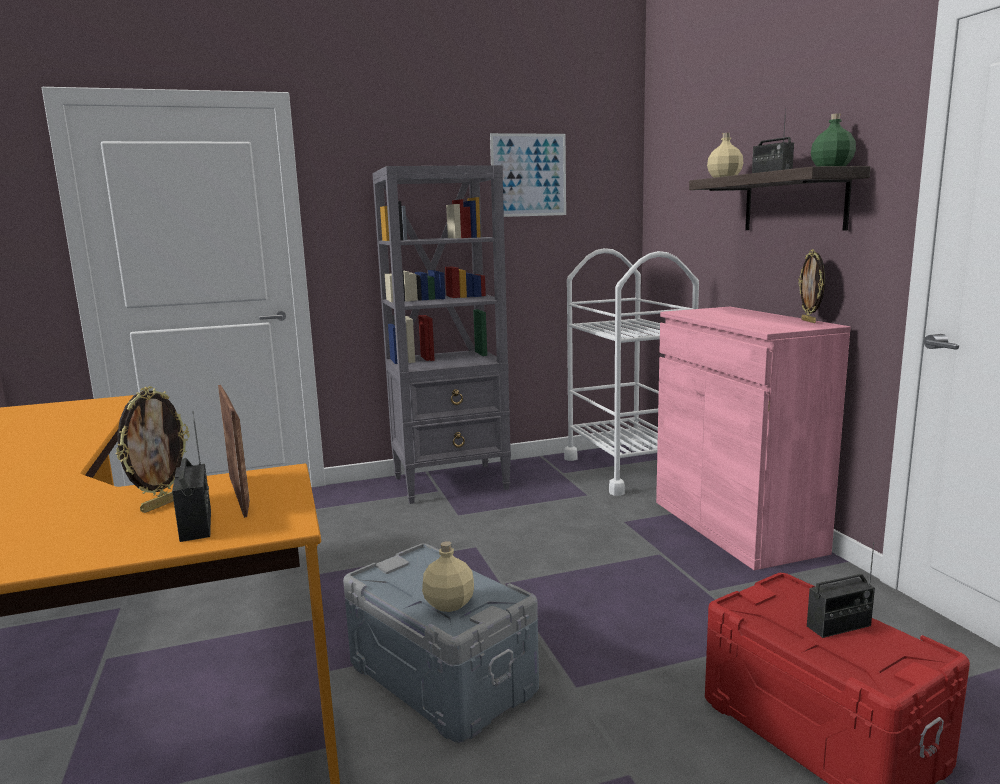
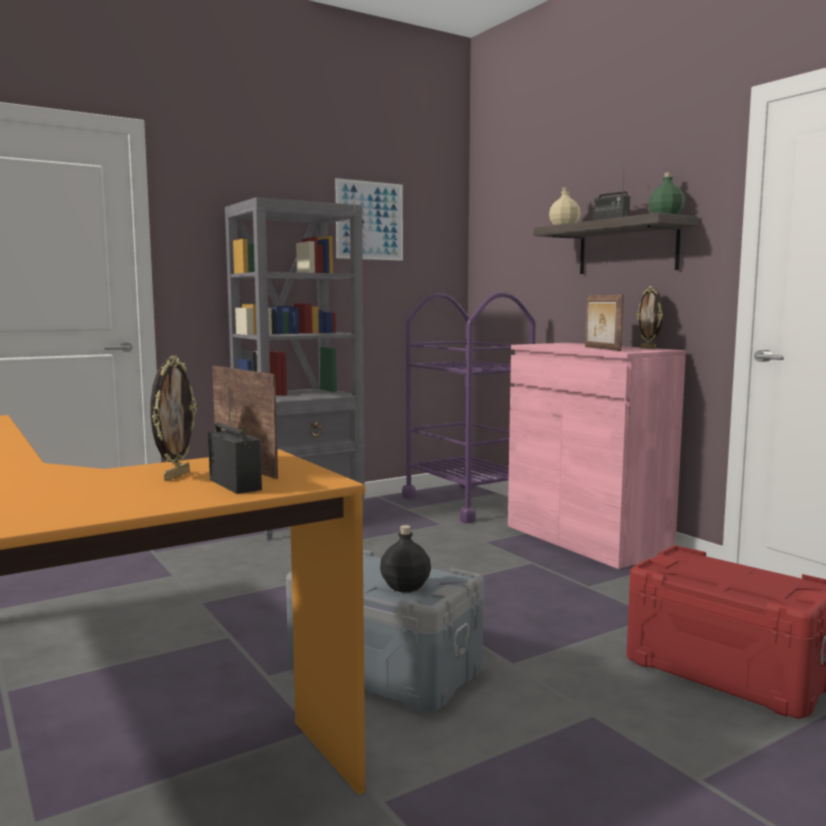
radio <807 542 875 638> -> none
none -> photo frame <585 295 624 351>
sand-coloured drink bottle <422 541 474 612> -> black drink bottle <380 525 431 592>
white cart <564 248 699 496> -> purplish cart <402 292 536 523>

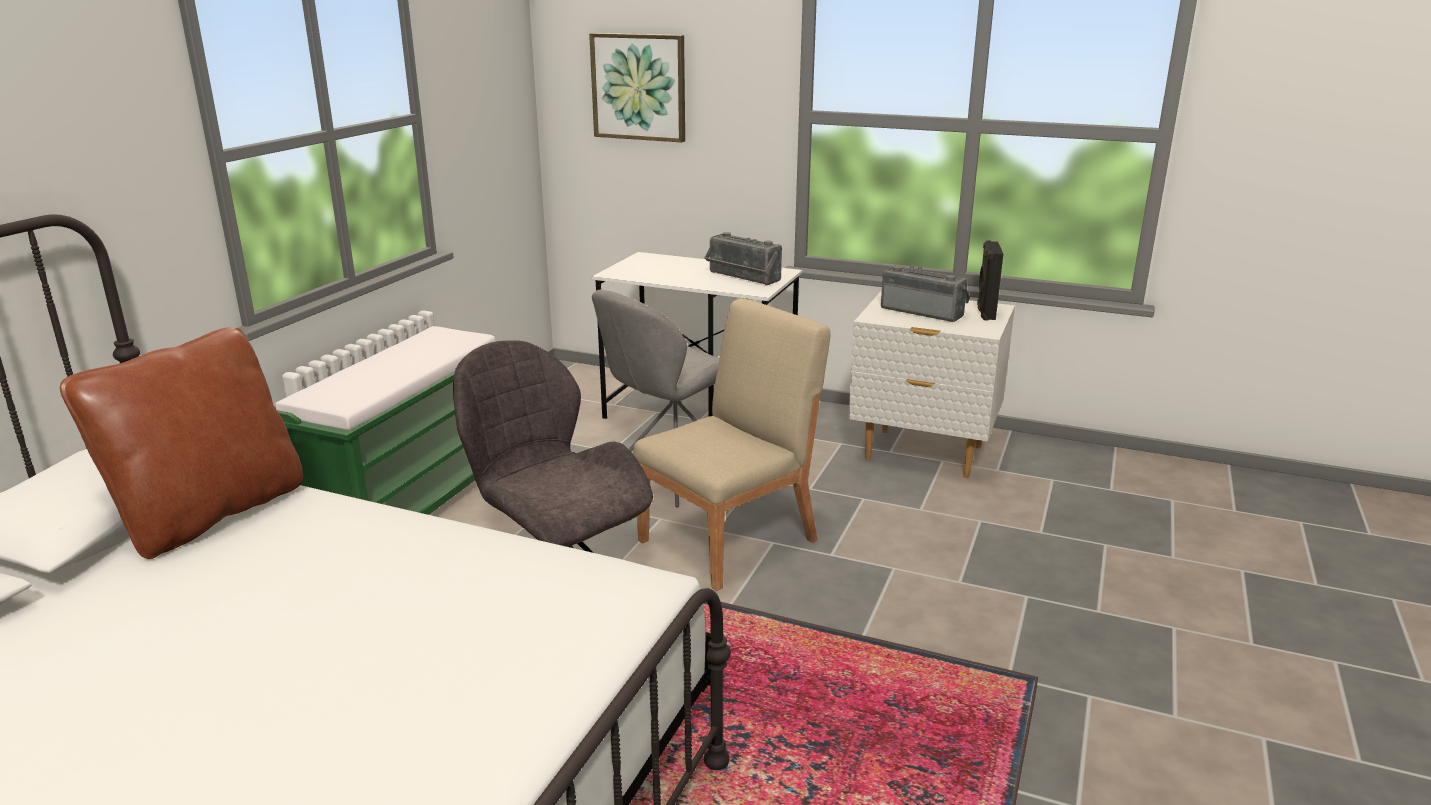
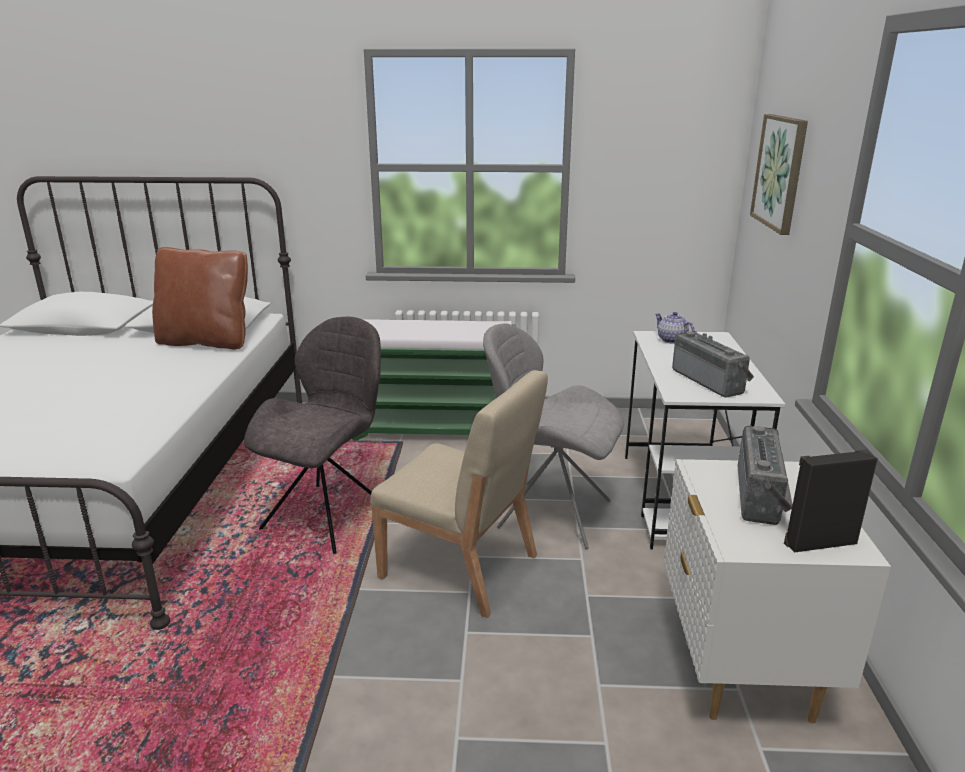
none -> tea pot <655 312 695 344>
radio <704 232 782 285> -> radio <672 331 754 397>, 135 degrees clockwise

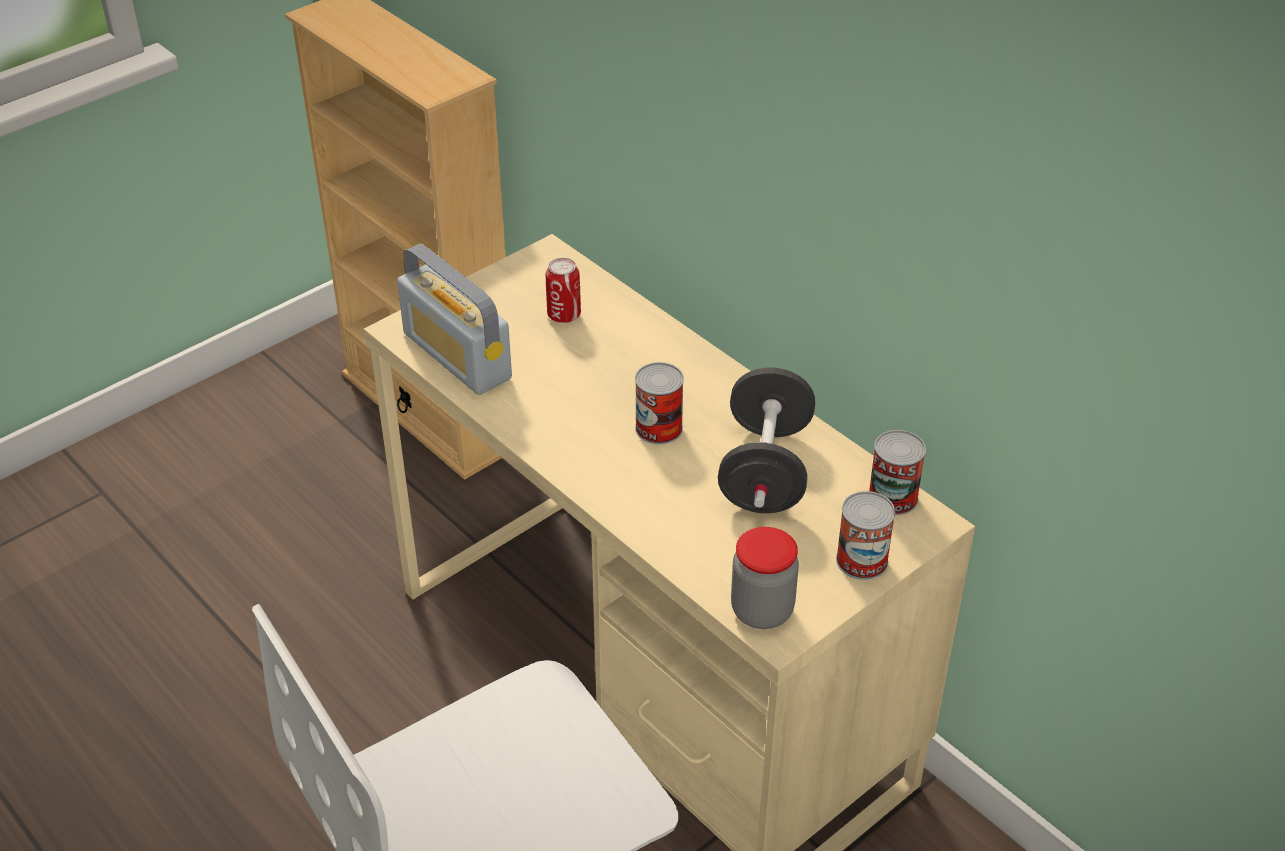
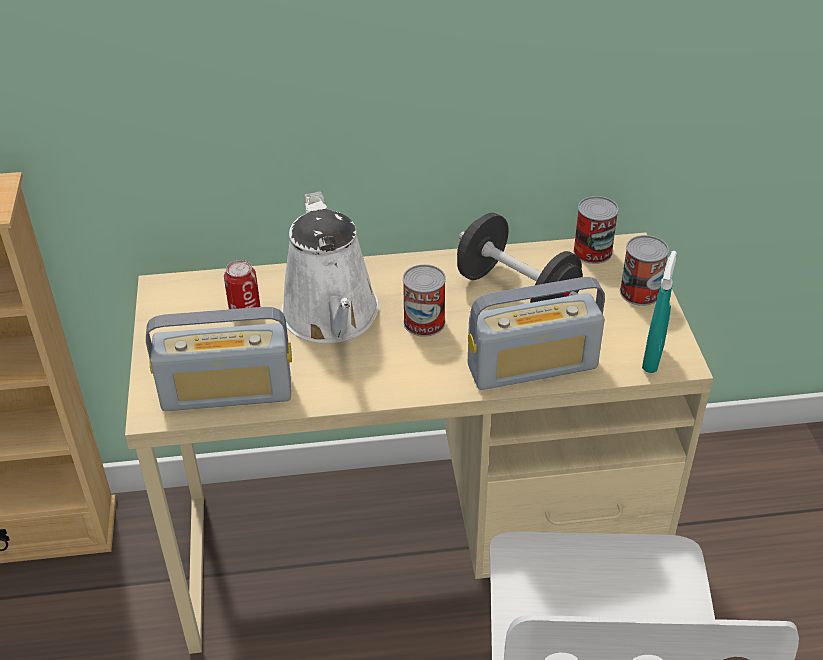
none -> white watering can <281 191 379 343>
none -> radio <468 277 605 390>
preserve jar <731 527 799 629> -> blue-green hand sprayer <642 251 677 373>

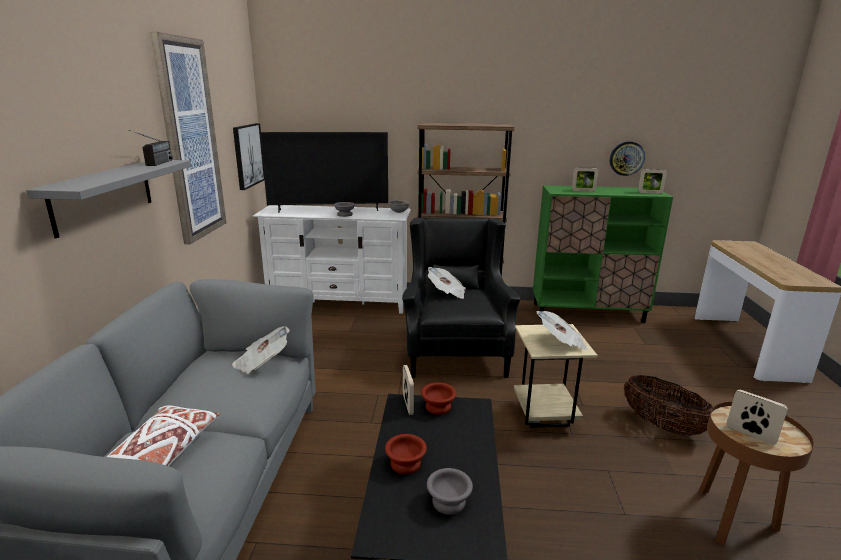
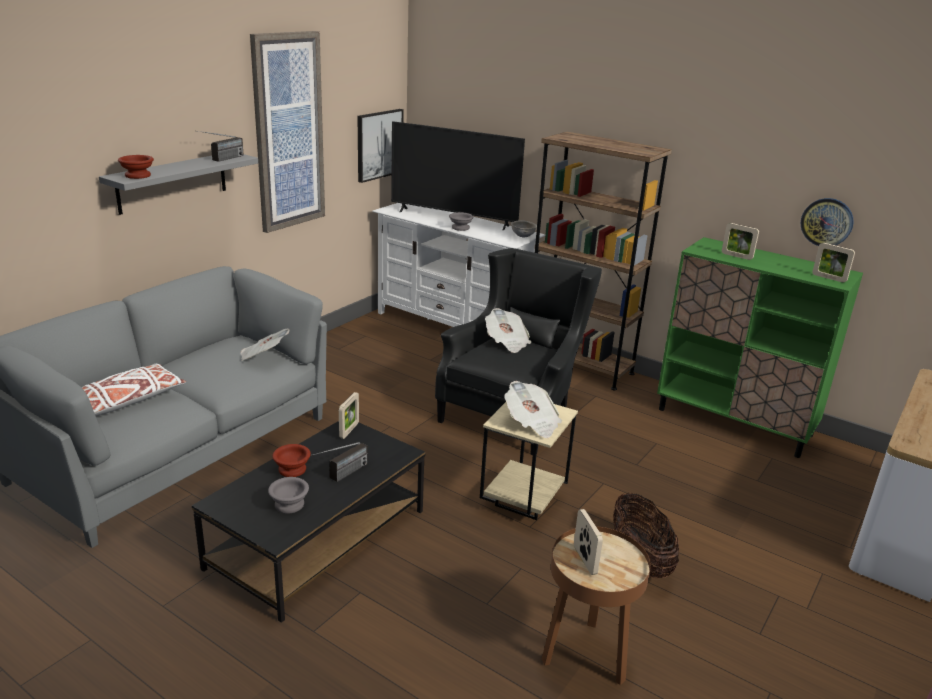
none -> radio <311 442 368 482>
brown-coloured serving bowl <421 382 456 415> -> brown-coloured serving bowl <118 155 154 179>, moved

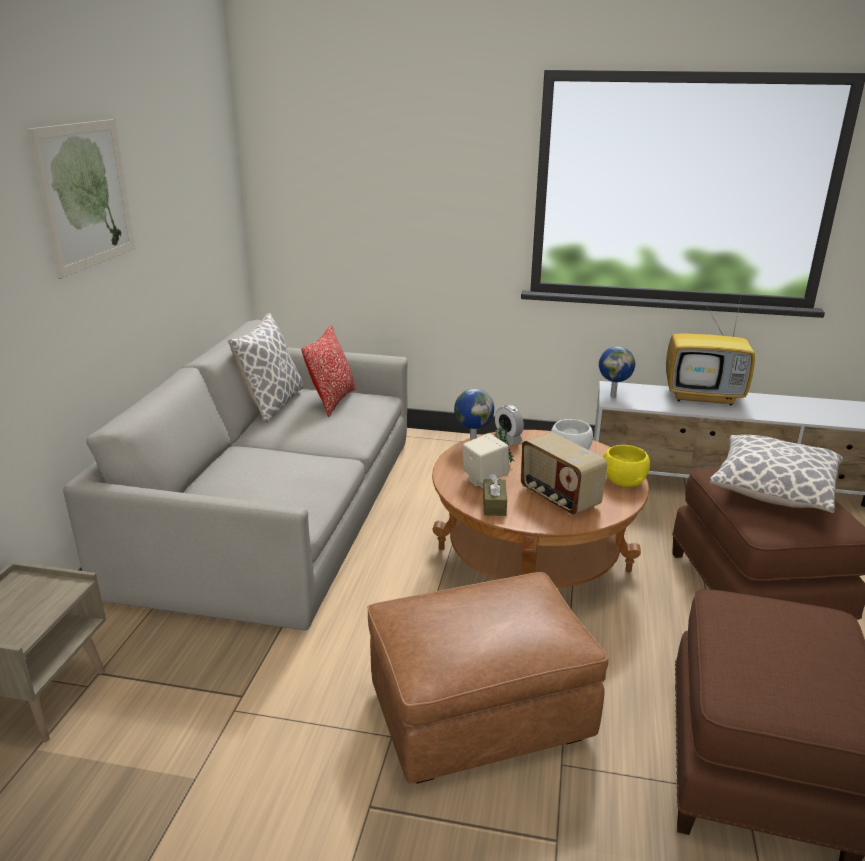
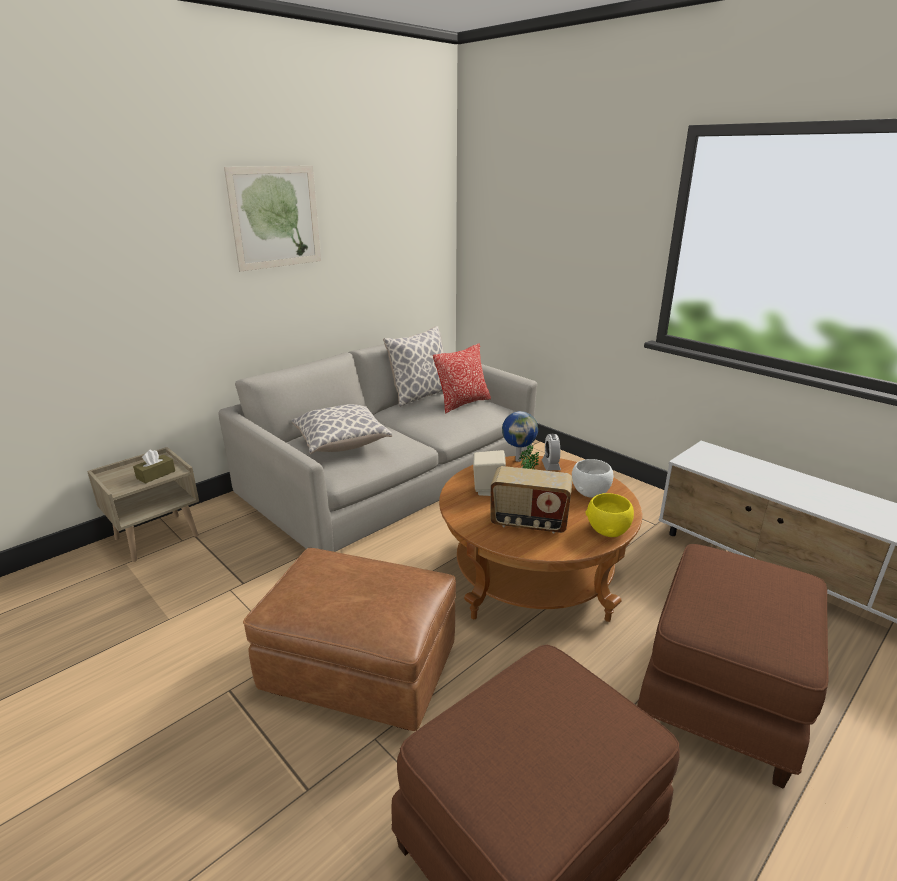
globe <599 346 635 397> -> none
TV set <666 297 755 406> -> none
brown-coloured tissue holder <483 473 507 516> -> brown-coloured tissue holder <133 449 175 484>, moved
cushion <709 435 843 513> -> cushion <292 404 392 454>, moved
radio <521 432 607 515> -> radio <490 466 573 534>, 75 degrees counterclockwise

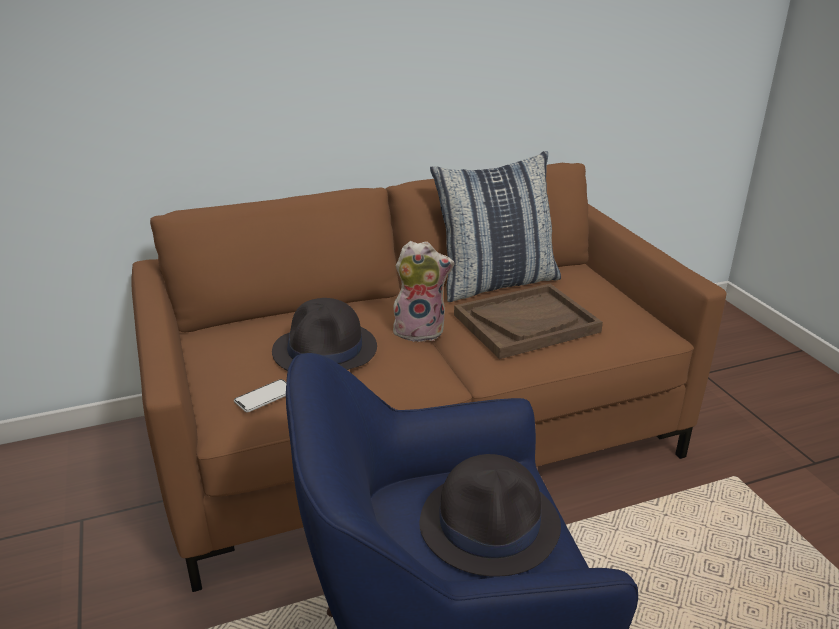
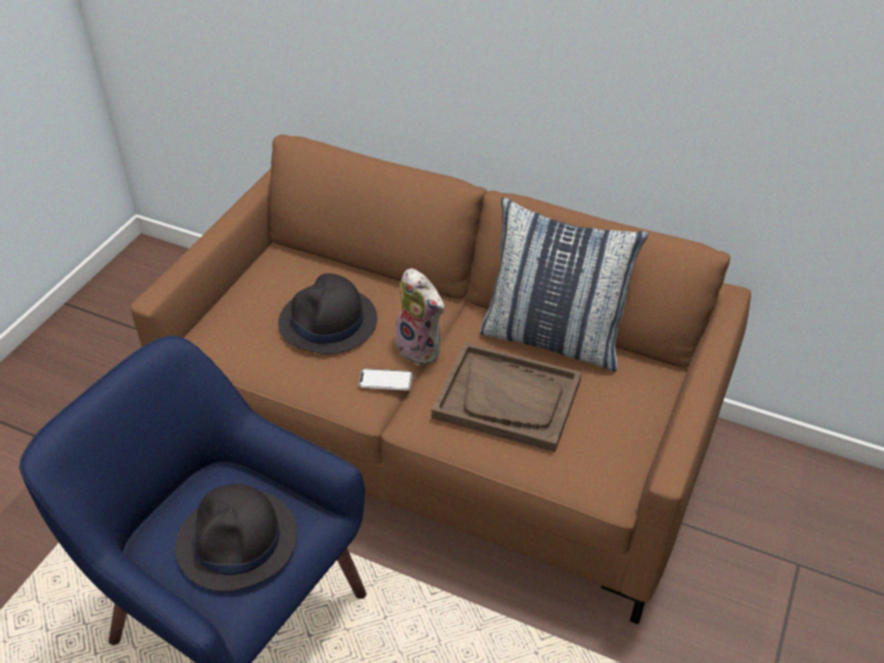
telephone <234 379 286 412> -> telephone <359 368 413 391>, moved

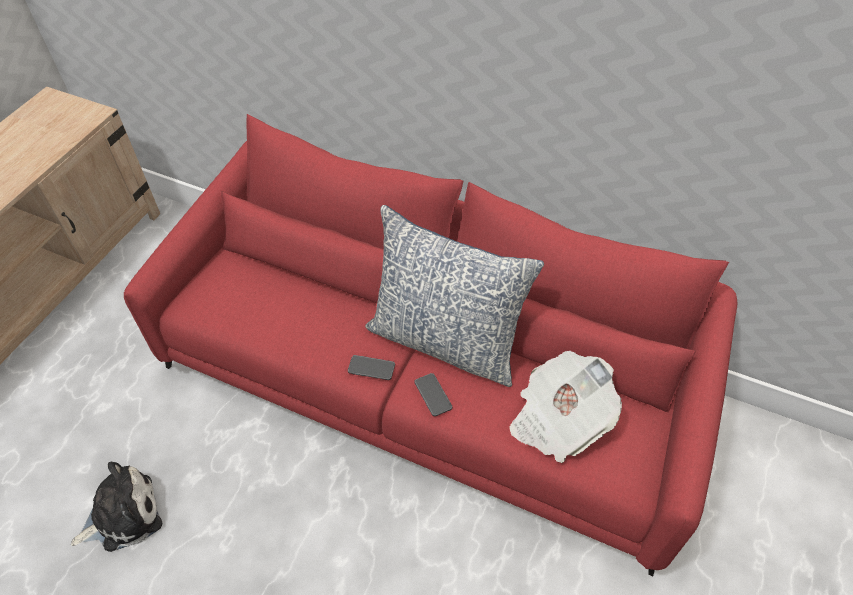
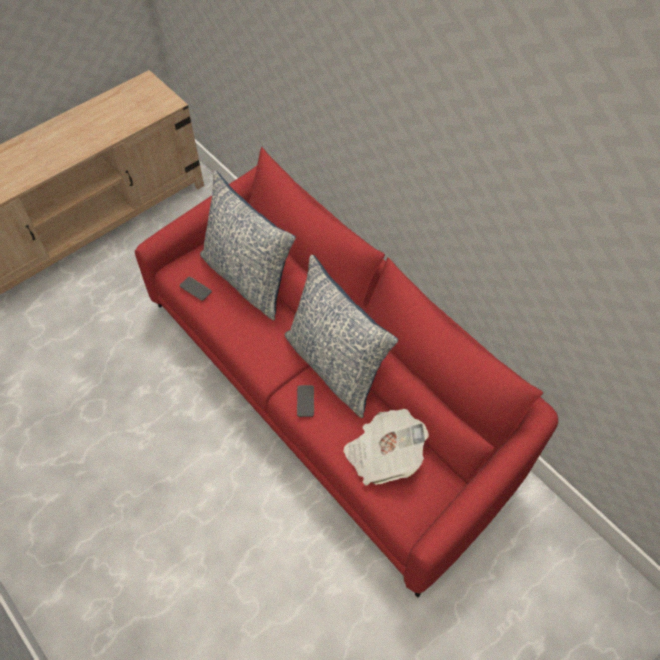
cuddly toy <71 462 162 552> -> none
none -> cushion <200 171 296 321>
telephone <348 355 395 380> -> telephone <180 277 212 301>, moved

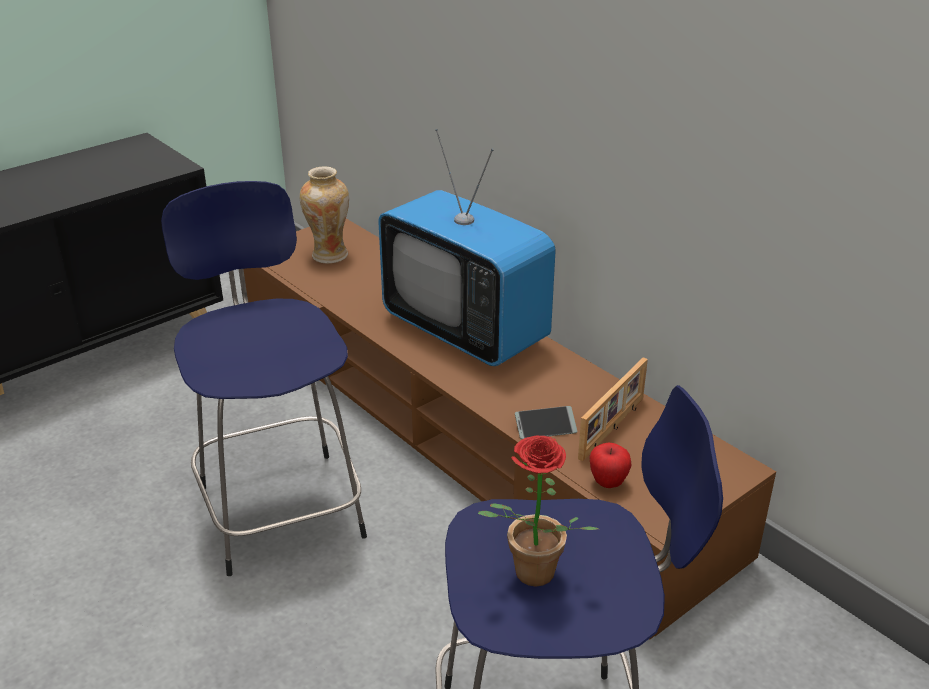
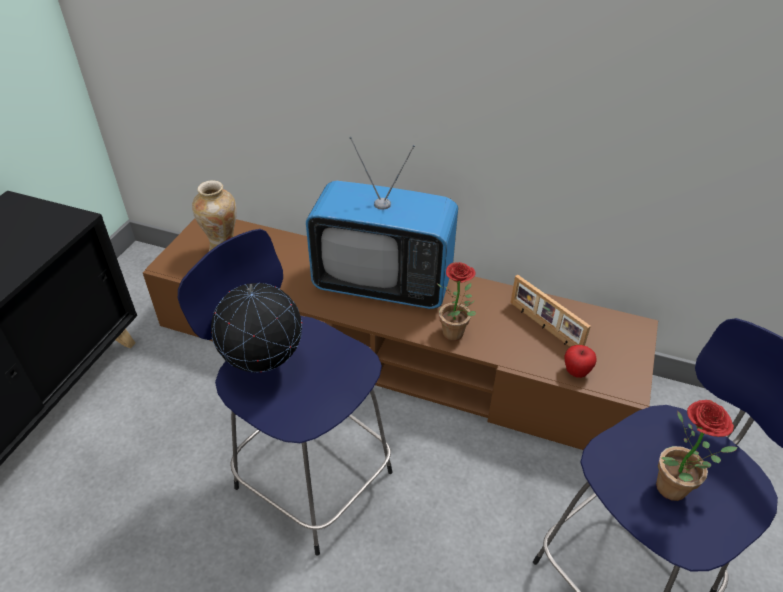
telephone <515 406 577 439> -> none
none -> globe <211 283 303 372>
none -> houseplant <436 262 476 341>
photo frame <578 357 648 461> -> photo frame <510 275 591 347>, 135 degrees clockwise

